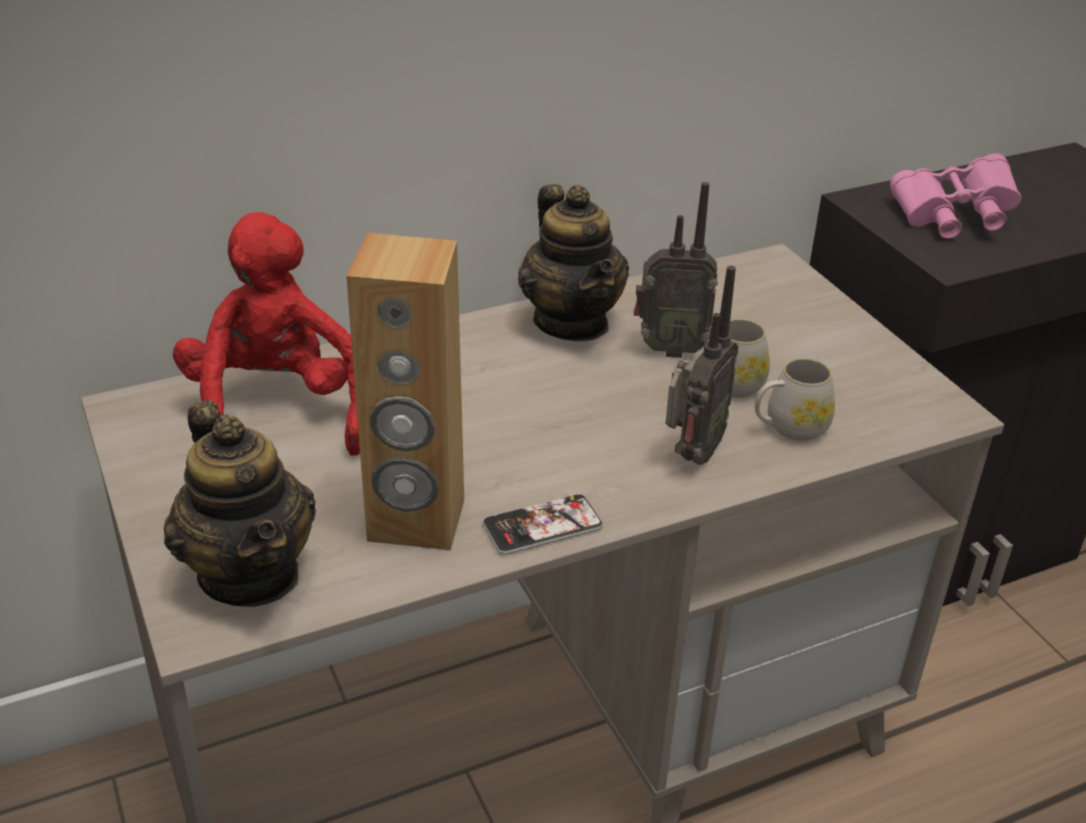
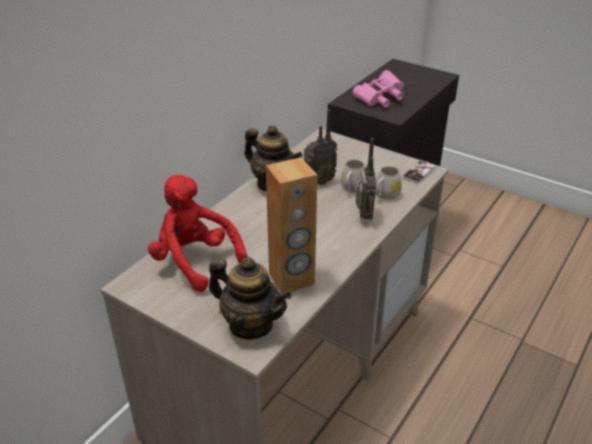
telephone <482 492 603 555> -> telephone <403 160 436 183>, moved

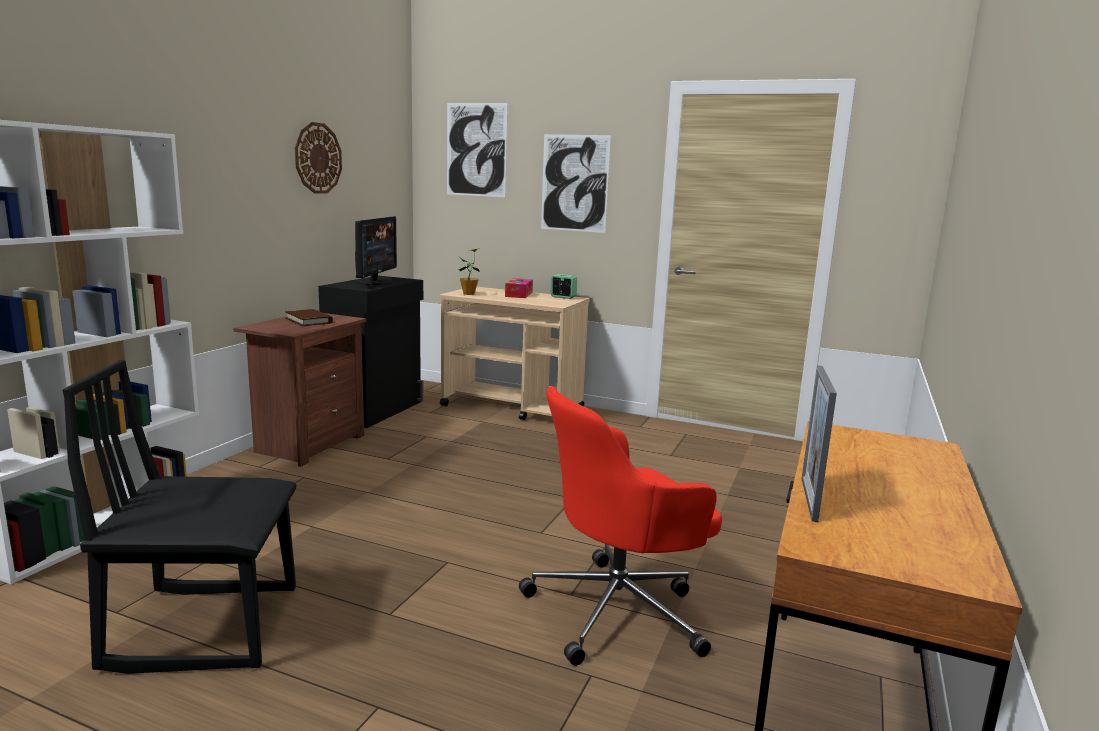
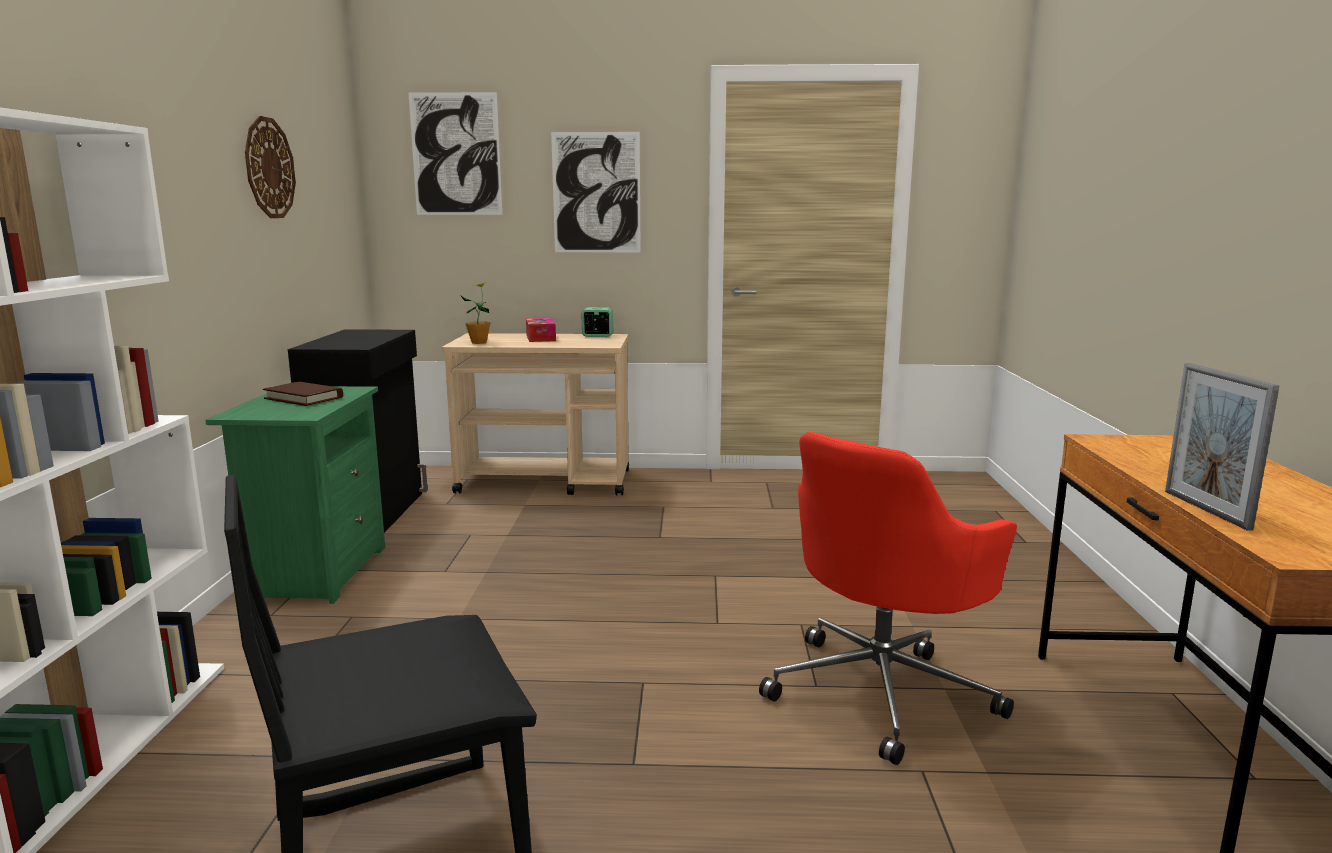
computer screen <355 216 397 285> -> none
brown-coloured bedside table <233 313 366 467> -> green bedside table <205 386 385 604>

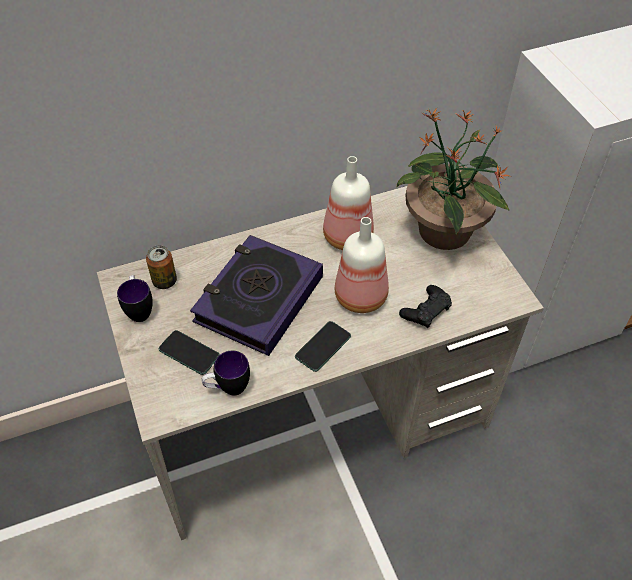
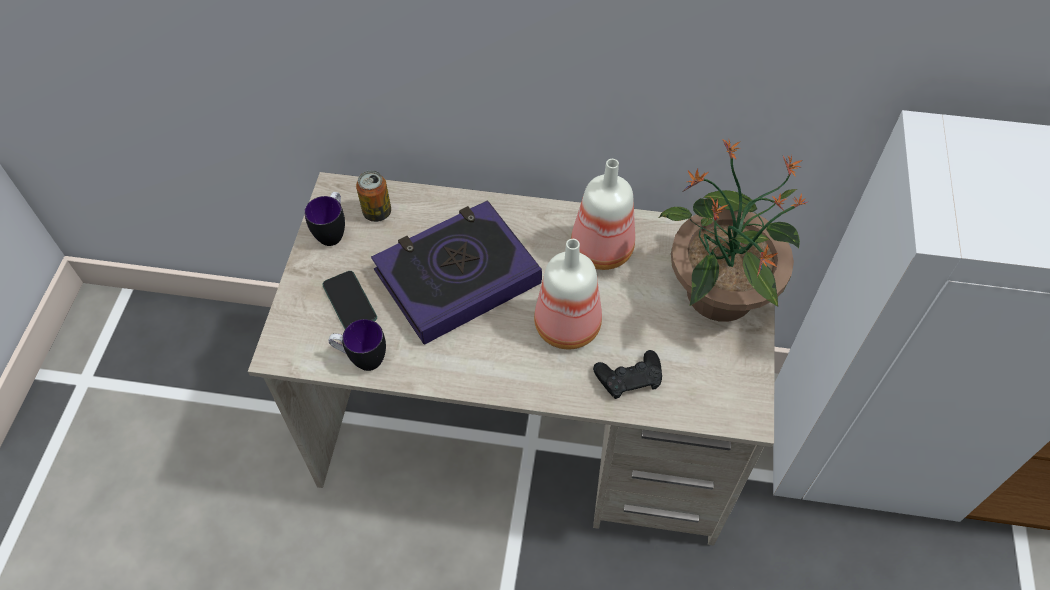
telephone <295 321 351 372> -> none

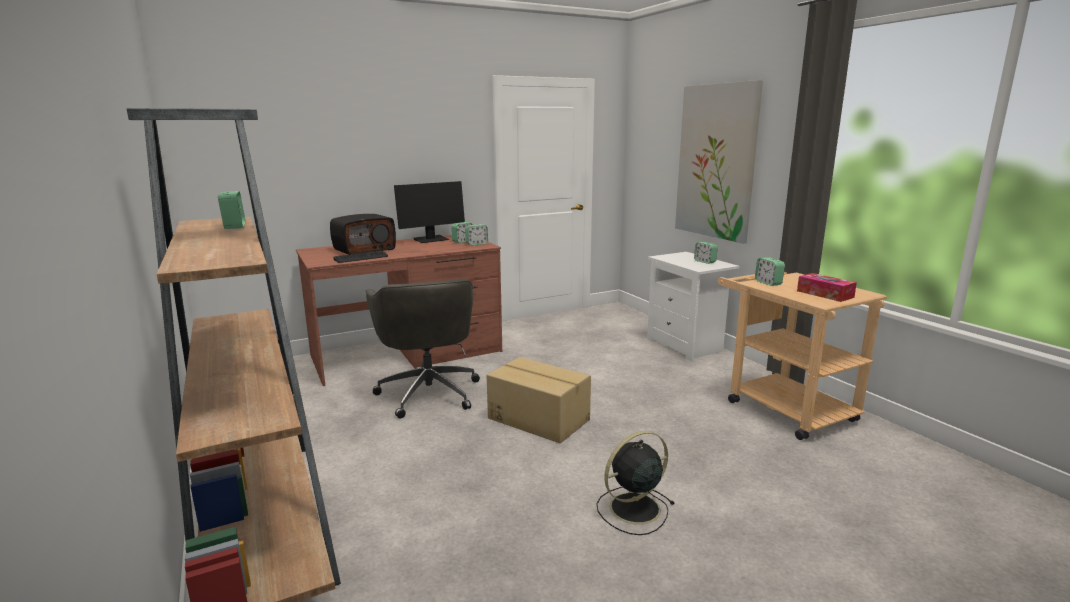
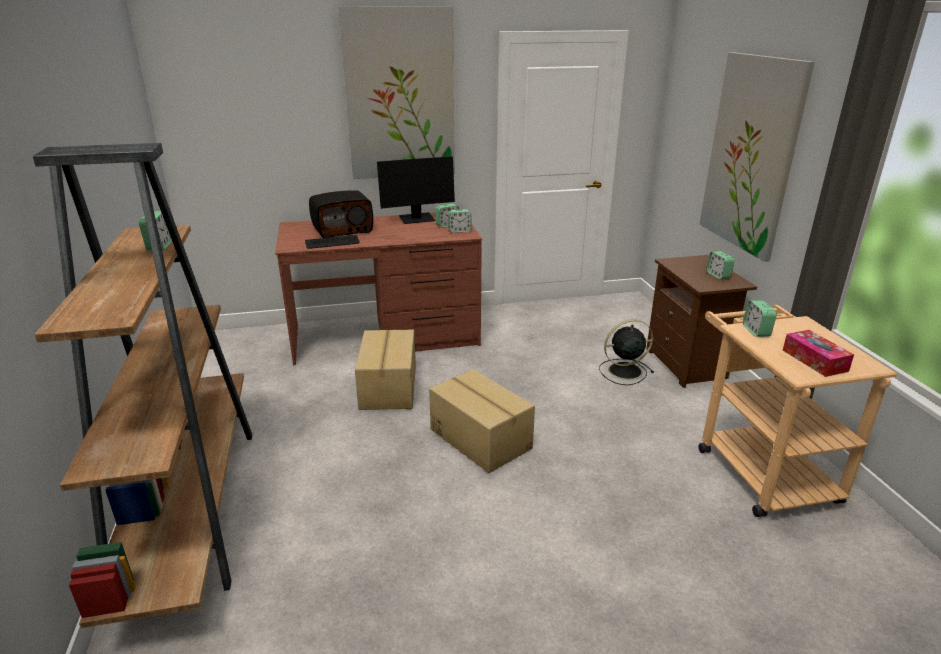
none -> wall picture <339 6 455 179>
black electric fan <597 431 675 535> -> black electric fan <599 319 654 385>, moved
gray desk chair <366 279 480 419> -> cardboard box <355 330 416 410>
white bedside table <647 252 739 361> -> brown-coloured bedside table <646 255 757 388>

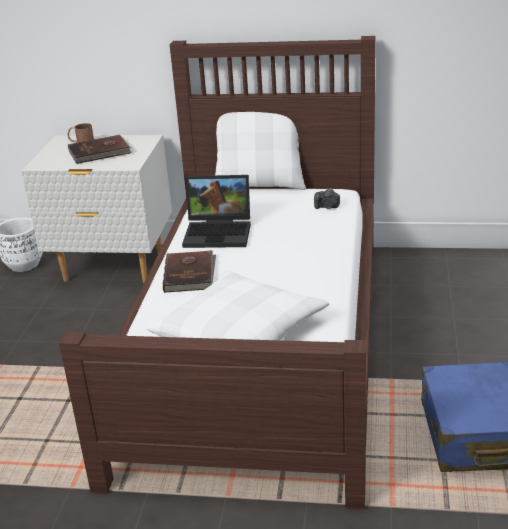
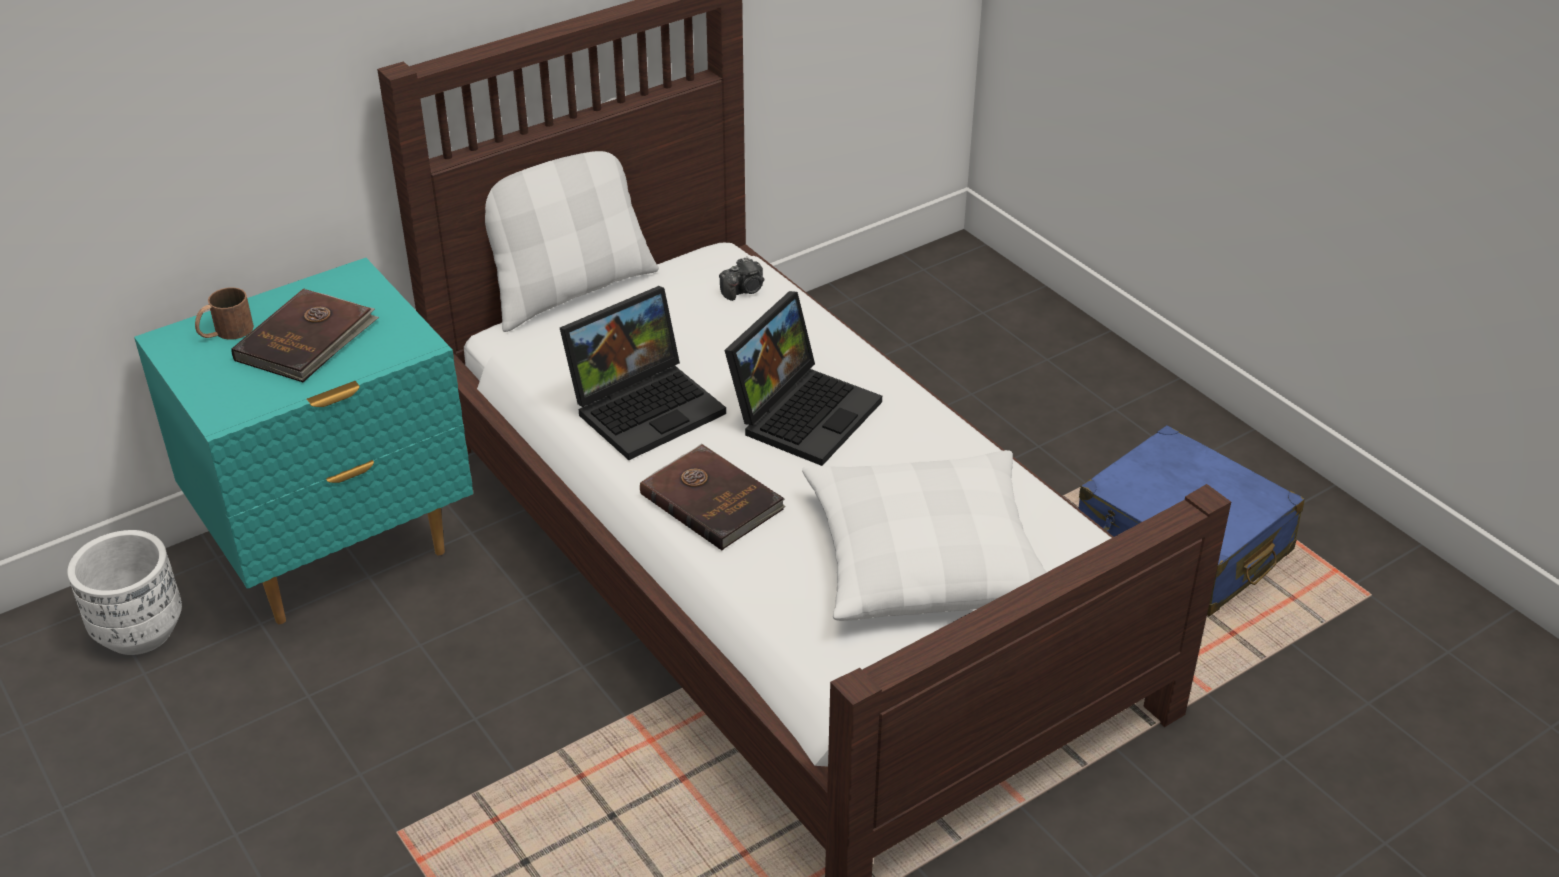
none -> notebook computer <724 291 882 466>
white bedside table <21 135 172 283> -> blue-green bedside table <134 258 473 624>

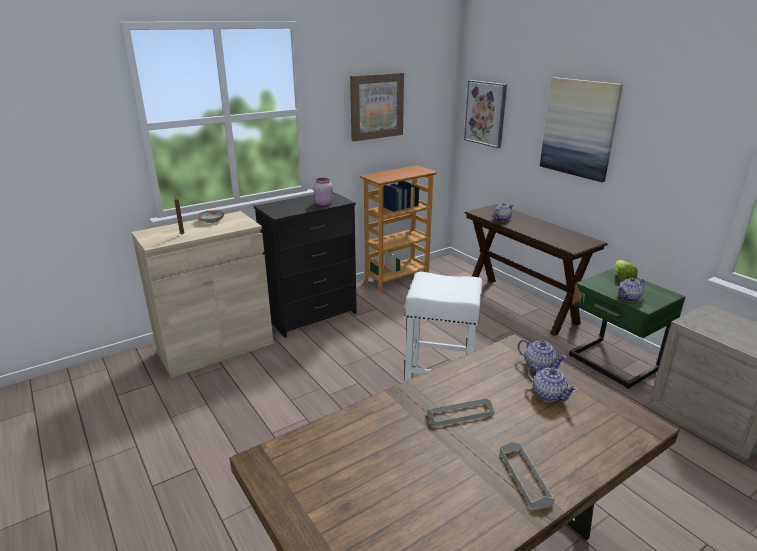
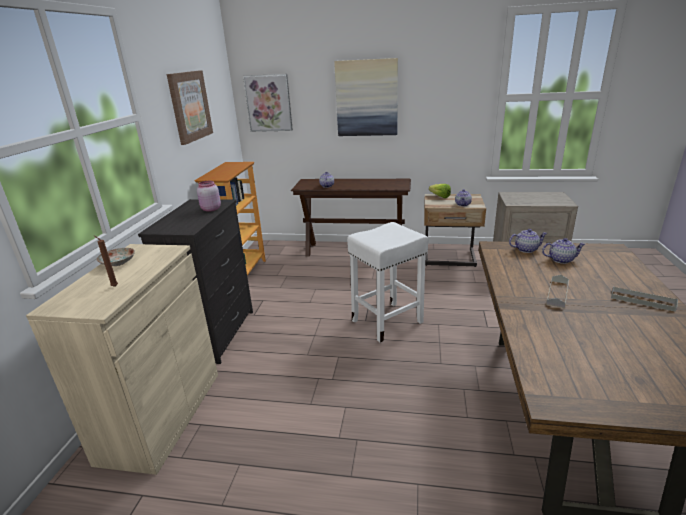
green bedside table <569 268 686 389> -> sand-coloured bedside table <424 194 486 267>

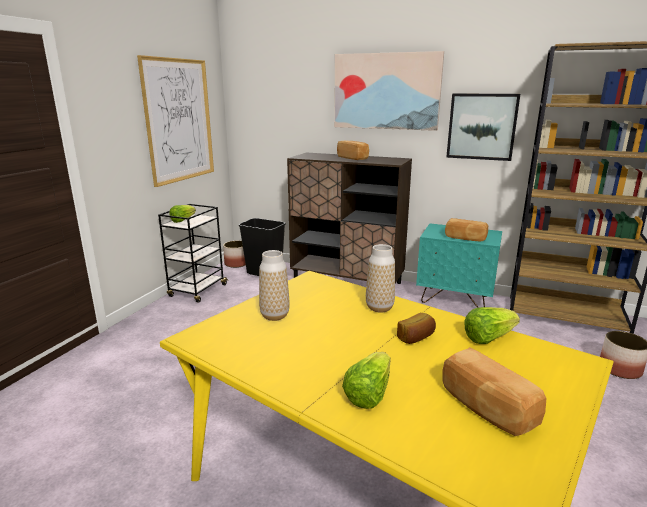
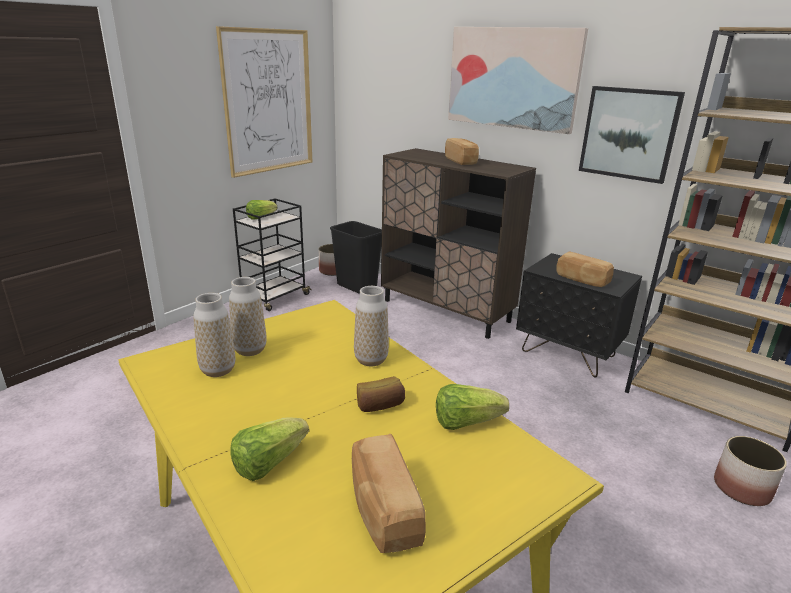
none -> decorative vase <194 293 235 377>
blue-green bedside table <416 223 502 308> -> black bedside table <516 253 642 378>

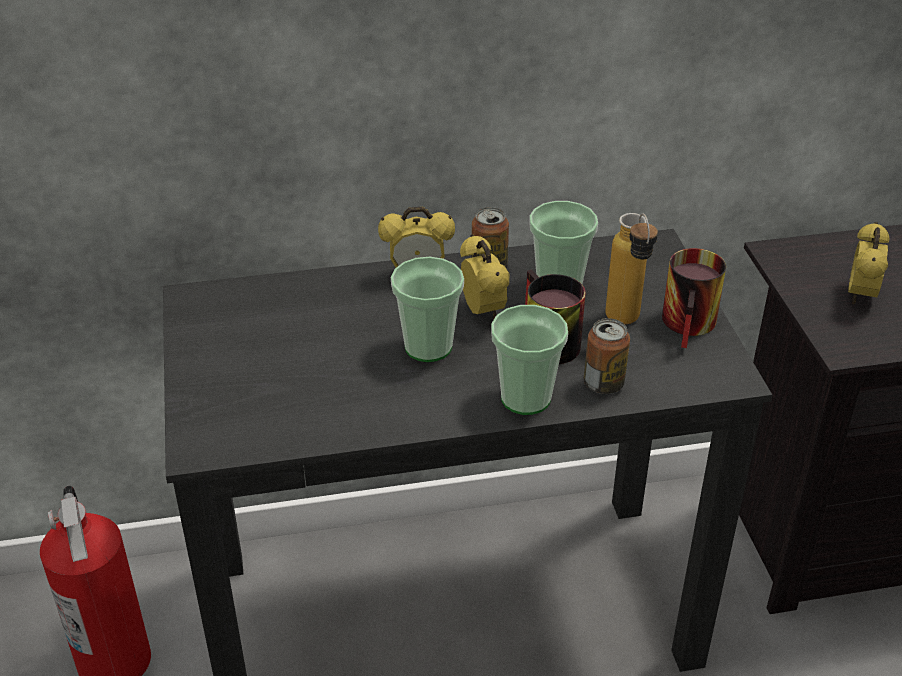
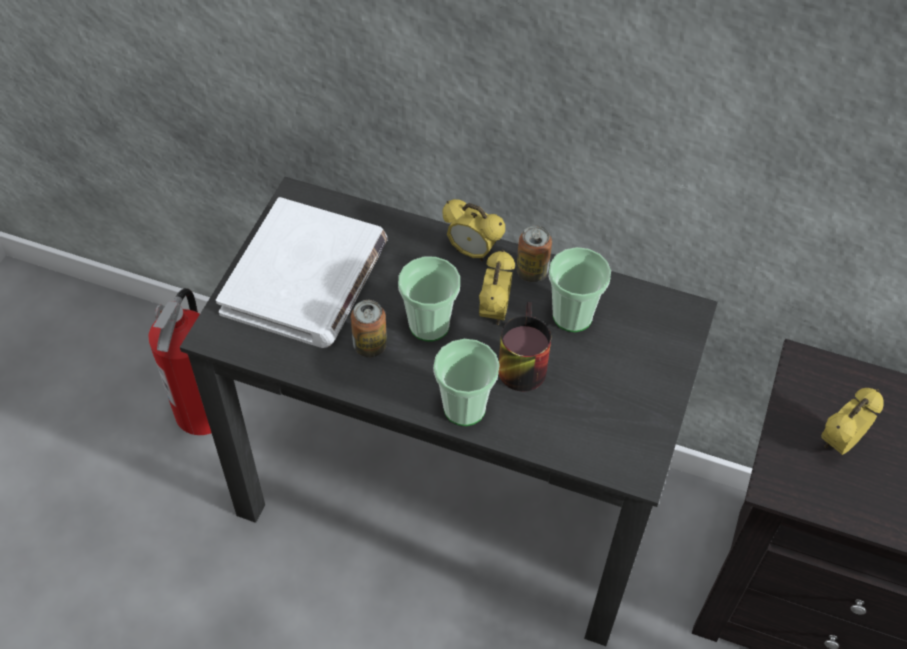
drink bottle <605 213 658 324> -> none
tea mug <662 248 726 348> -> none
none -> white volume <216 197 387 348>
can <584 318 630 394> -> can <351 300 387 357>, moved

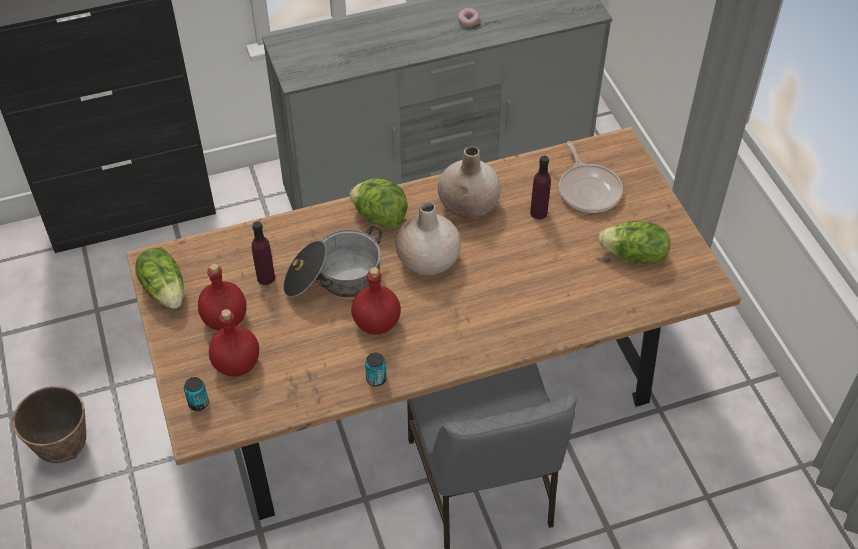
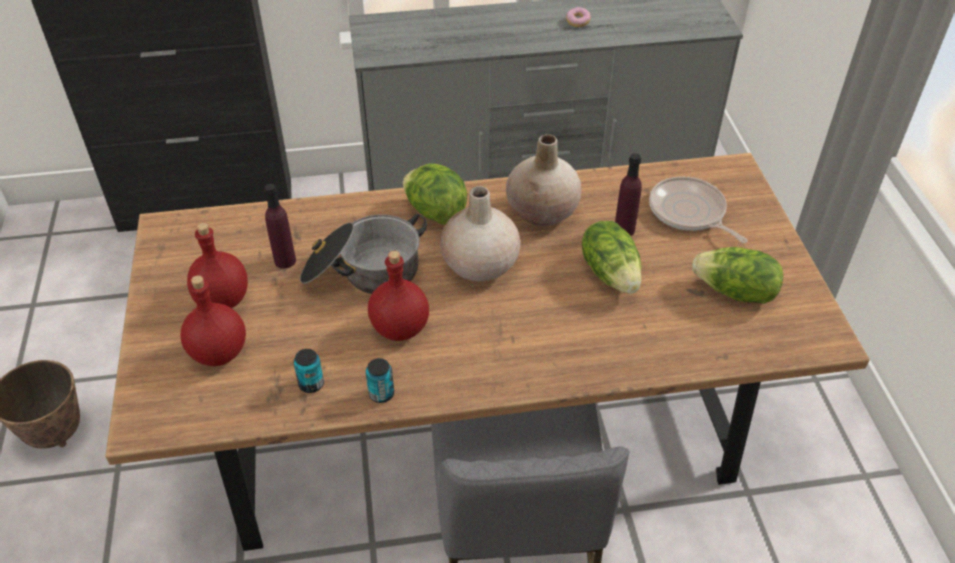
lettuce head <135 248 184 309> -> lettuce head <582 221 642 294>, moved
can <184 377 209 411> -> can <294 349 324 393>, moved
skillet <559 141 623 213> -> skillet <649 176 748 243>, 150 degrees clockwise

